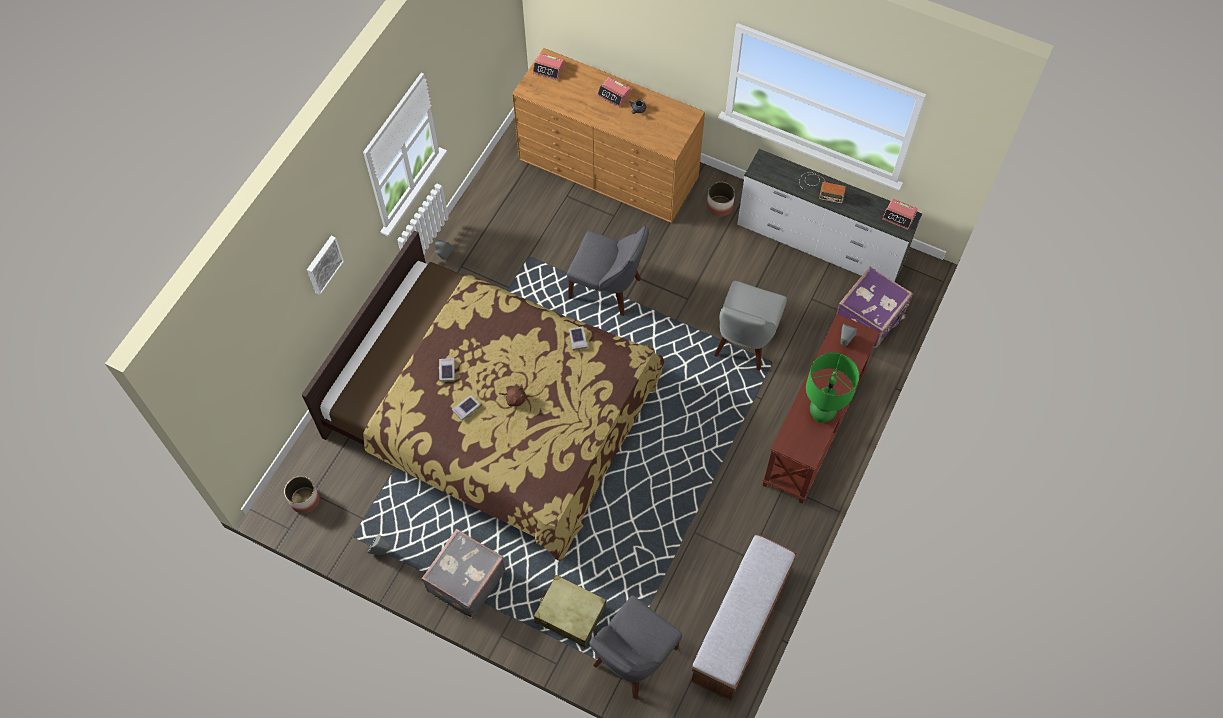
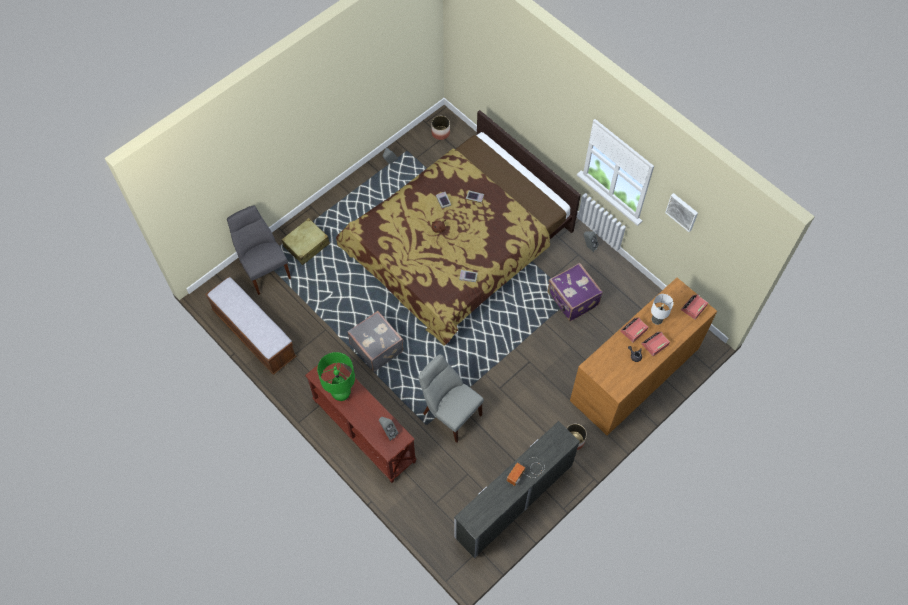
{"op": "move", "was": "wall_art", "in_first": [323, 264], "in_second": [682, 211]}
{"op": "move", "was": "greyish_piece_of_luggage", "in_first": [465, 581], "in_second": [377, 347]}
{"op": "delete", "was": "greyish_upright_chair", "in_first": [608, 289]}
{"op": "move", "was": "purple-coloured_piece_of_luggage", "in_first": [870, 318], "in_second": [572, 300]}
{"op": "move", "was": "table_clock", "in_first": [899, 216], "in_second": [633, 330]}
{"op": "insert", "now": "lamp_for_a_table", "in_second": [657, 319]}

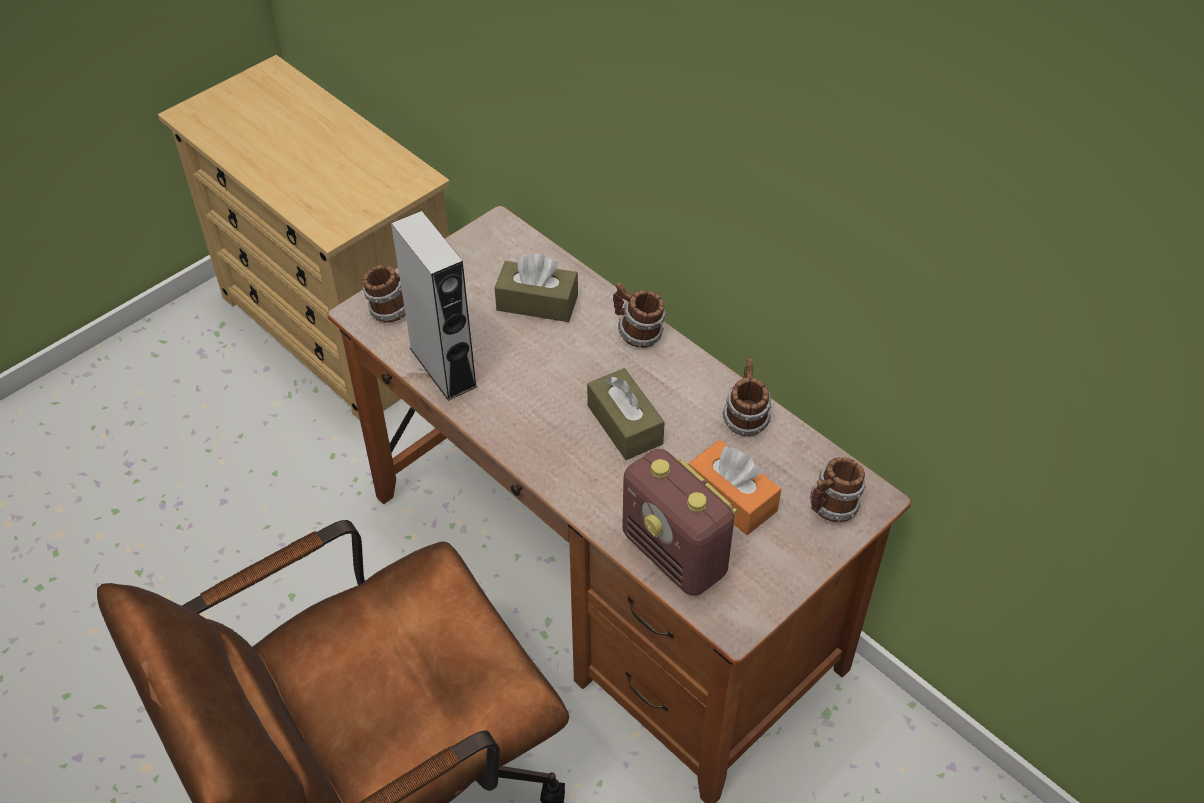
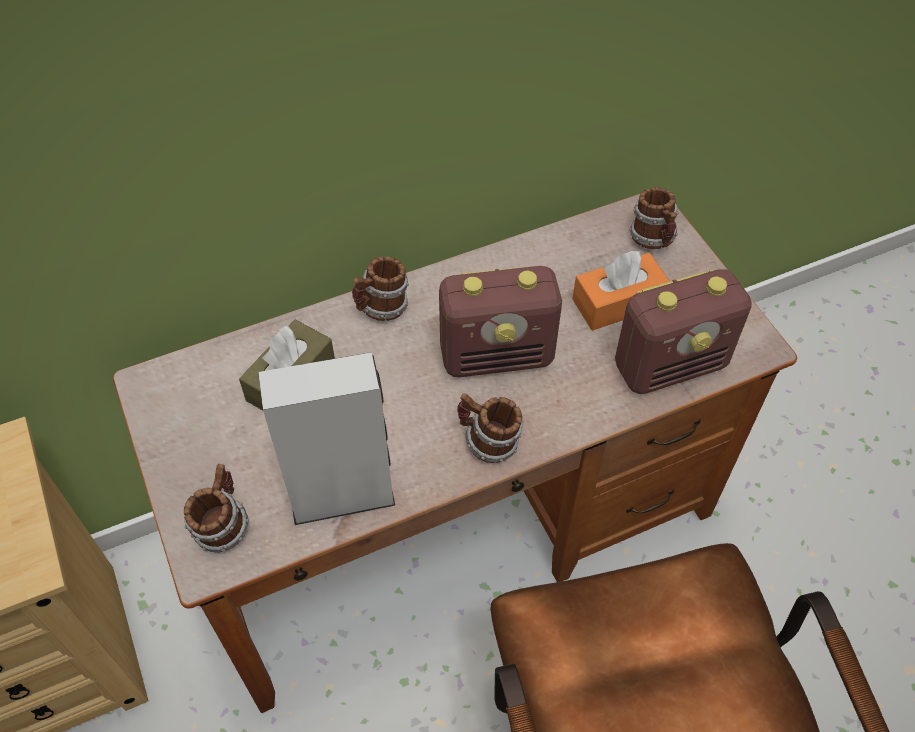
{"op": "replace", "was": "brown_tissue_box", "now": "radio", "in_first": [625, 425], "in_second": [498, 355]}
{"op": "move", "was": "tea_mug", "in_first": [745, 418], "in_second": [488, 443]}

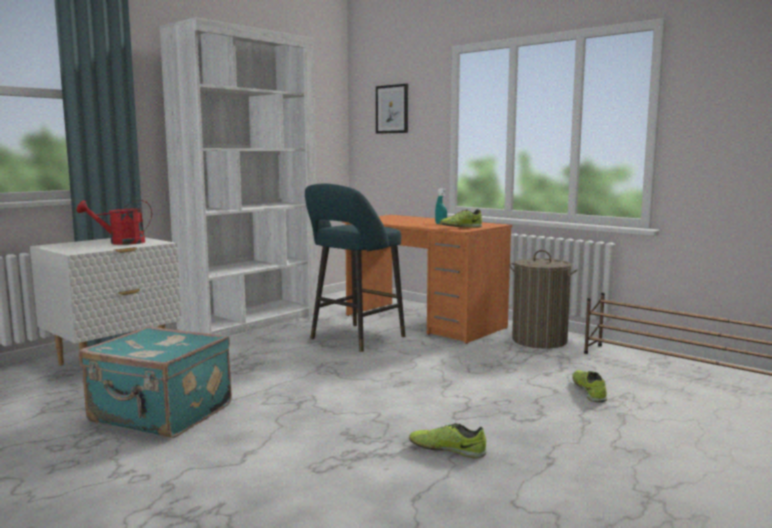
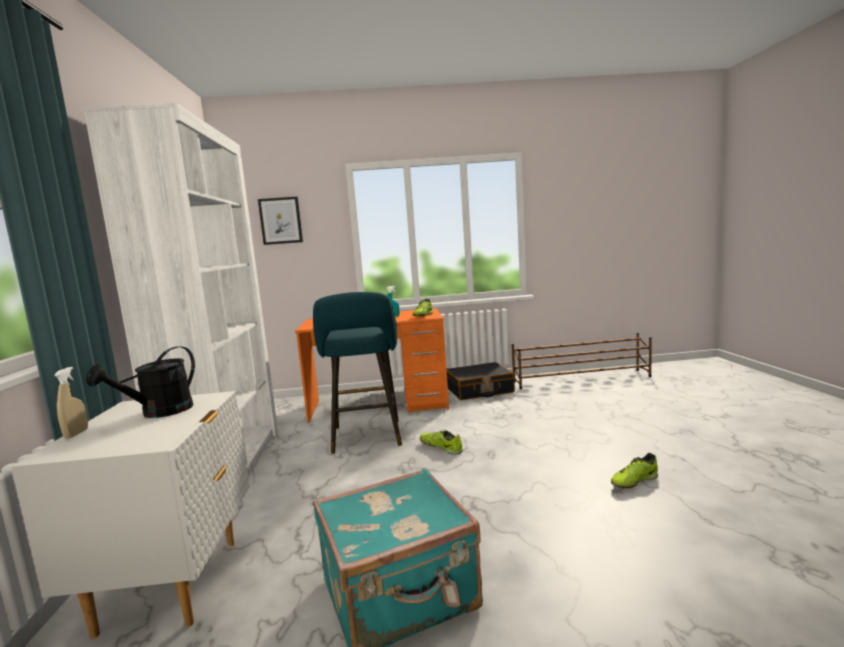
{"op": "recolor", "was": "red-coloured_watering_can", "now": "black_watering_can", "in_first": [120, 242], "in_second": [159, 413]}
{"op": "replace", "was": "laundry_basket", "now": "black_piece_of_luggage", "in_first": [539, 340], "in_second": [479, 390]}
{"op": "move", "was": "item_of_footwear", "in_first": [589, 391], "in_second": [441, 447]}
{"op": "insert", "now": "beige-coloured_sprayer", "in_second": [76, 434]}

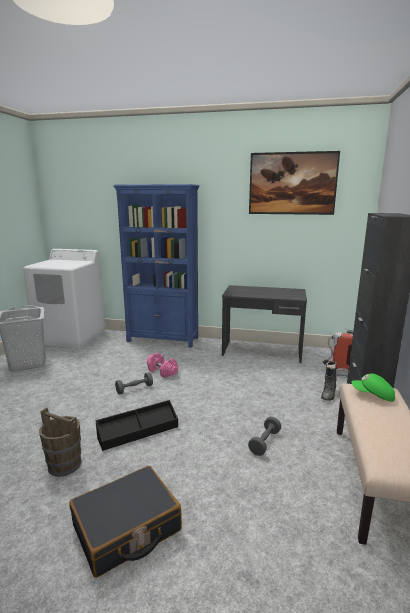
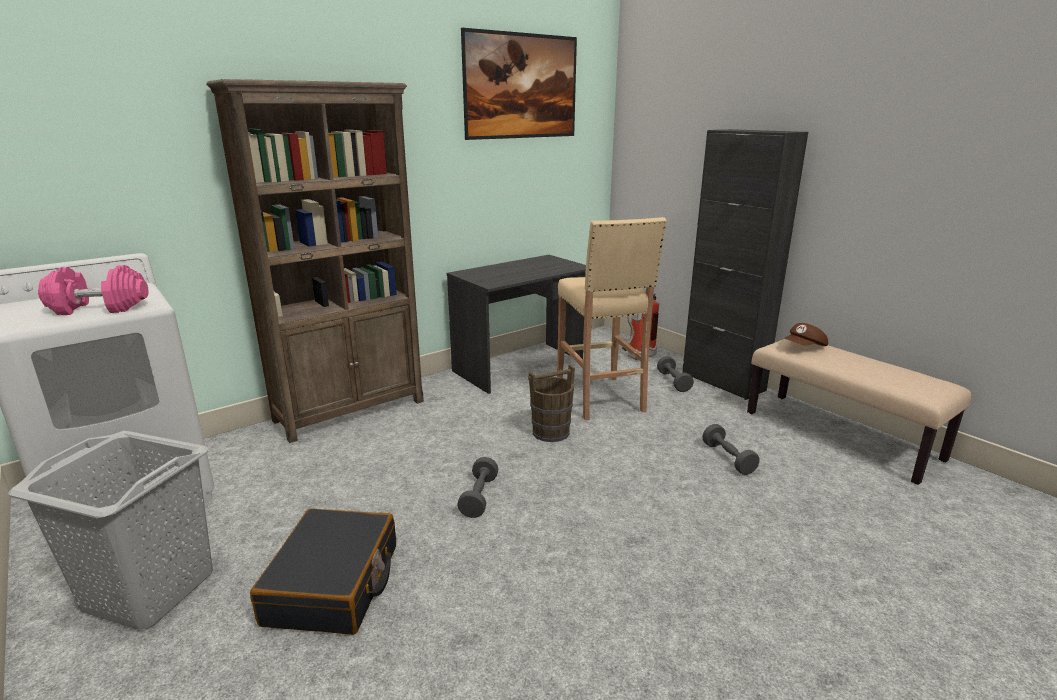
{"op": "move", "was": "brown_bucket", "in_first": [64, 464], "in_second": [550, 432]}
{"op": "move", "was": "black_piece_of_luggage", "in_first": [127, 528], "in_second": [334, 584]}
{"op": "delete", "was": "black_storage_box", "in_first": [138, 431]}
{"op": "recolor", "was": "blue_bookcase", "now": "brown_bookcase", "in_first": [163, 339], "in_second": [351, 410]}
{"op": "move", "was": "pink_free_weight", "in_first": [162, 372], "in_second": [98, 308]}
{"op": "replace", "was": "black_high-top_boot", "now": "greyish_free_weight", "in_first": [328, 394], "in_second": [673, 382]}
{"op": "recolor", "was": "green_cap", "now": "brown_cap", "in_first": [373, 395], "in_second": [805, 347]}
{"op": "insert", "now": "beige-coloured_stool", "in_second": [600, 399]}

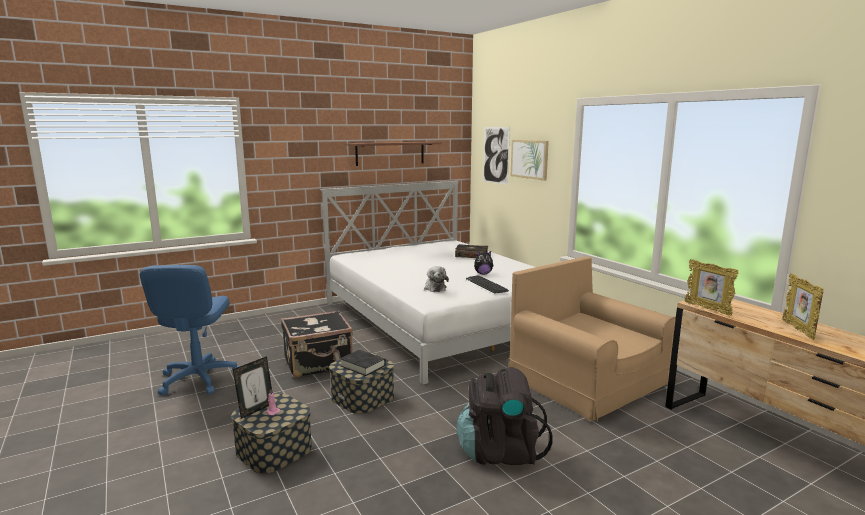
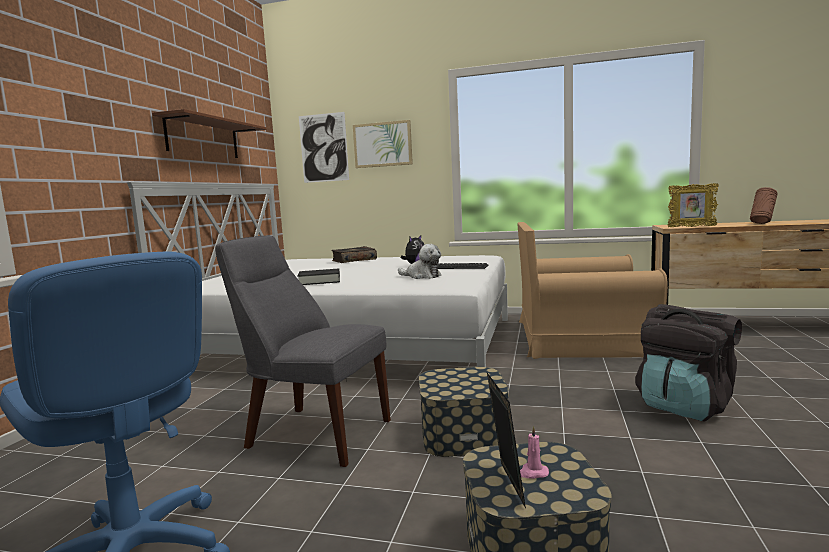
{"op": "replace", "was": "black_piece_of_luggage", "now": "greyish_upright_chair", "in_first": [318, 363], "in_second": [313, 433]}
{"op": "move", "was": "black_volume", "in_first": [363, 366], "in_second": [319, 281]}
{"op": "replace", "was": "photo_frame", "now": "brown_decorative_vase", "in_first": [798, 330], "in_second": [762, 223]}

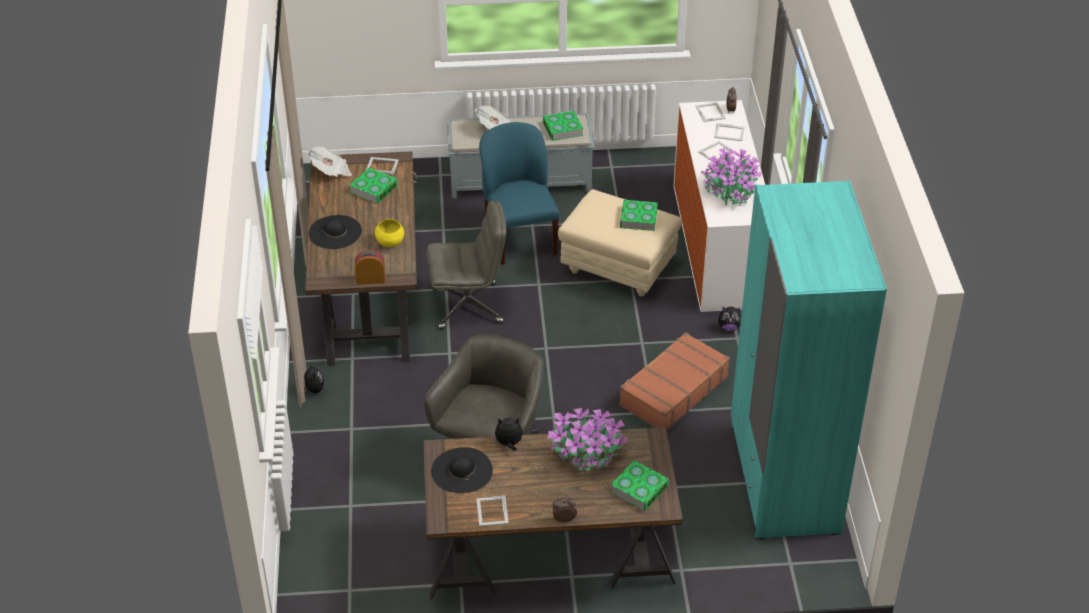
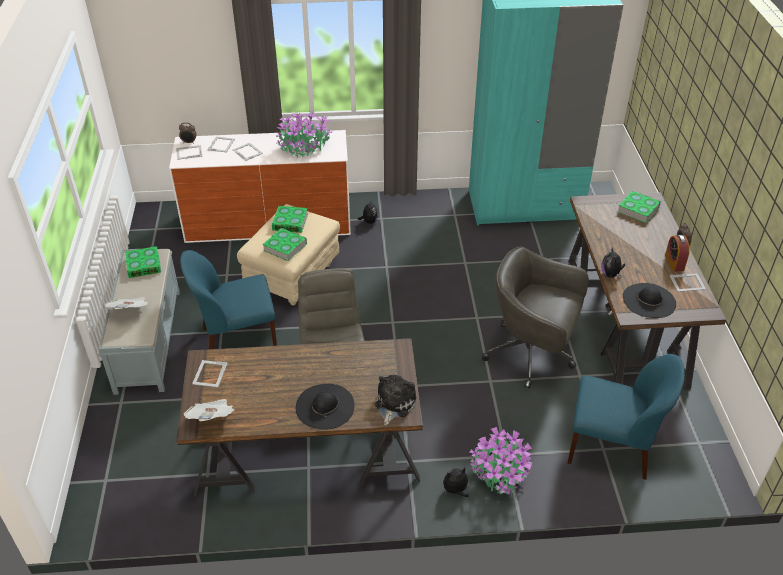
{"op": "move", "was": "volume", "in_first": [374, 189], "in_second": [285, 247]}
{"op": "move", "was": "table_clock", "in_first": [370, 279], "in_second": [674, 262]}
{"op": "delete", "was": "yellow-coloured_bowl", "in_first": [389, 242]}
{"op": "move", "was": "houseplant", "in_first": [587, 454], "in_second": [499, 474]}
{"op": "delete", "was": "brown_piece_of_luggage", "in_first": [673, 391]}
{"op": "insert", "now": "plush_toy", "in_second": [393, 404]}
{"op": "insert", "now": "blue_upright_chair", "in_second": [611, 448]}

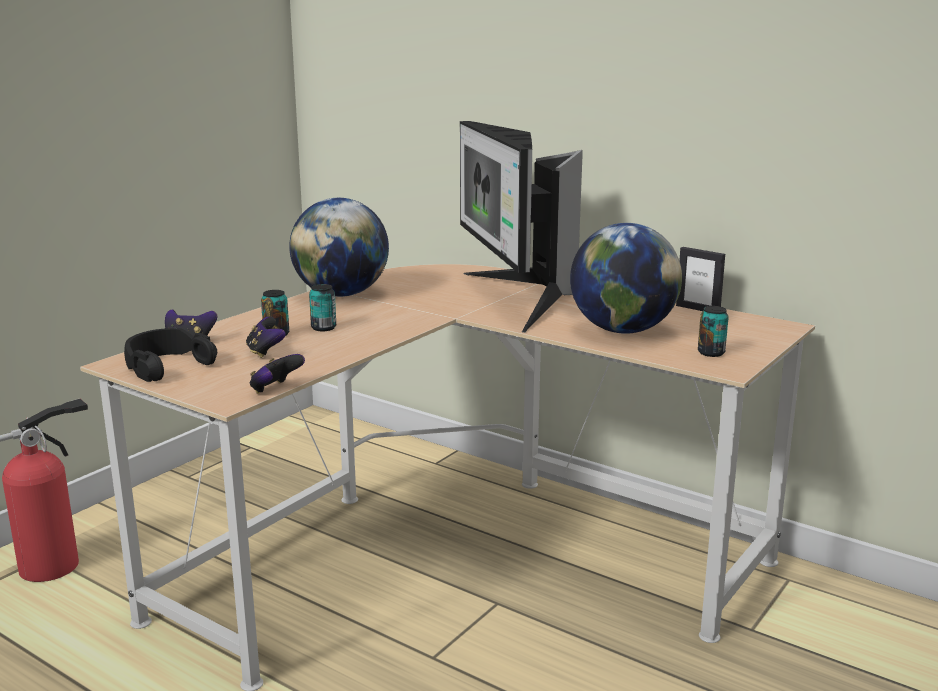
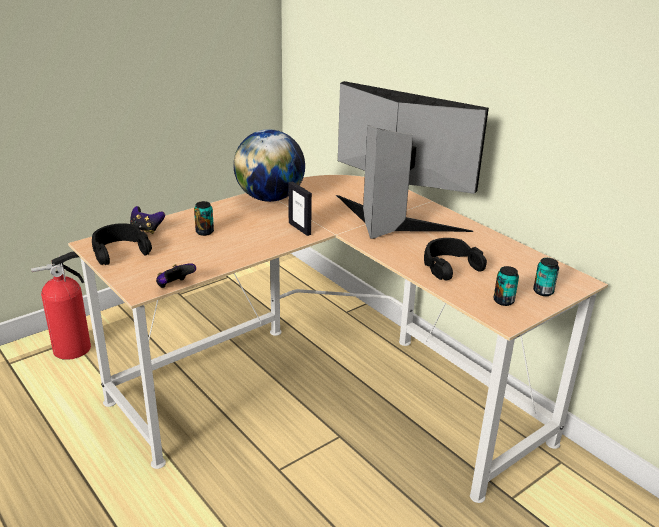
{"op": "delete", "was": "gamepad", "in_first": [265, 352]}
{"op": "move", "was": "sealed_can", "in_first": [323, 328], "in_second": [543, 291]}
{"op": "rotate", "was": "monitor", "in_first": [517, 298], "in_second": [392, 220], "clockwise": 120}
{"op": "replace", "was": "desk_globe", "now": "black_headset", "in_first": [622, 330], "in_second": [450, 266]}
{"op": "move", "was": "photo_frame", "in_first": [698, 309], "in_second": [300, 228]}

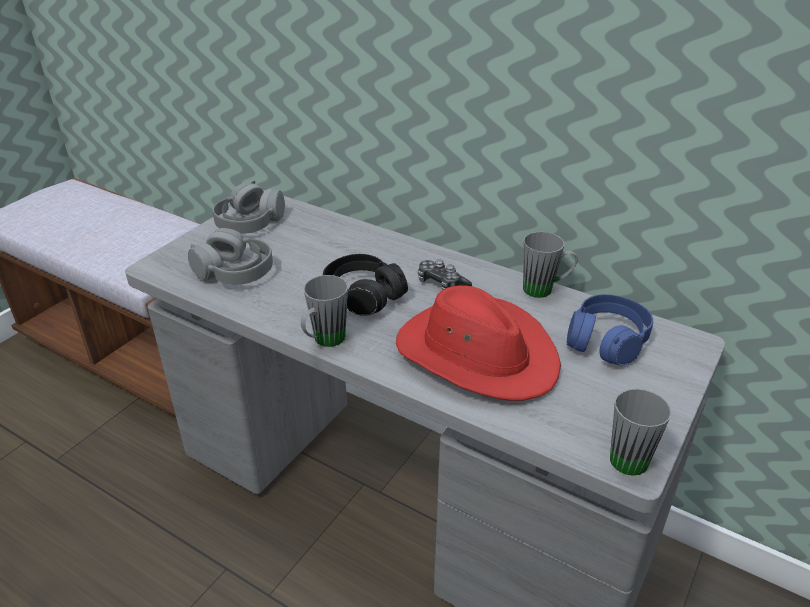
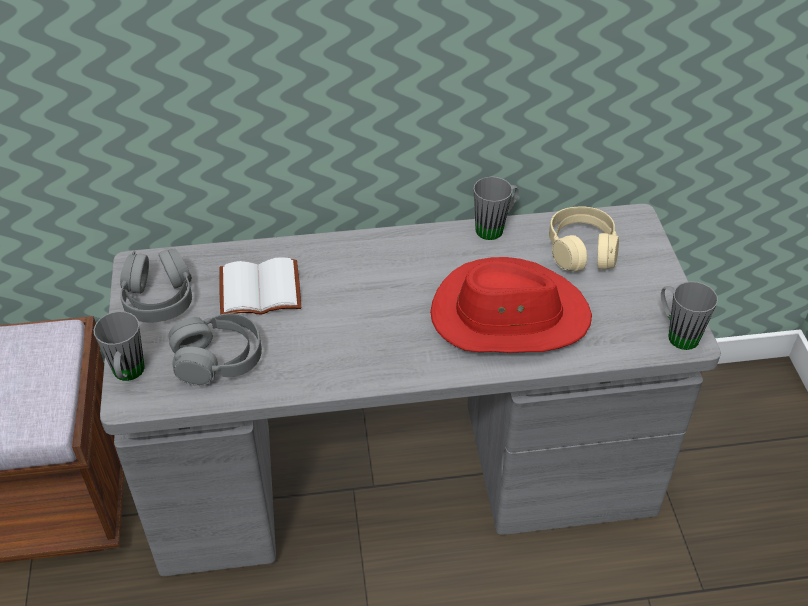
{"op": "move", "was": "greyish_tea_mug", "in_first": [324, 342], "in_second": [128, 376]}
{"op": "delete", "was": "black_headset", "in_first": [363, 295]}
{"op": "delete", "was": "gamepad", "in_first": [441, 284]}
{"op": "recolor", "was": "blue_headset", "now": "beige-coloured_headset", "in_first": [606, 341], "in_second": [581, 250]}
{"op": "insert", "now": "white-coloured_volume", "in_second": [261, 288]}

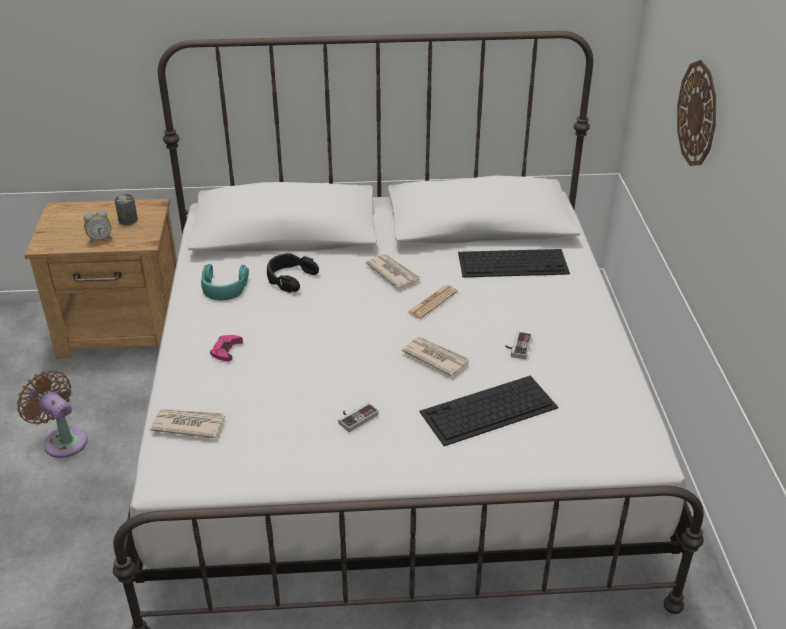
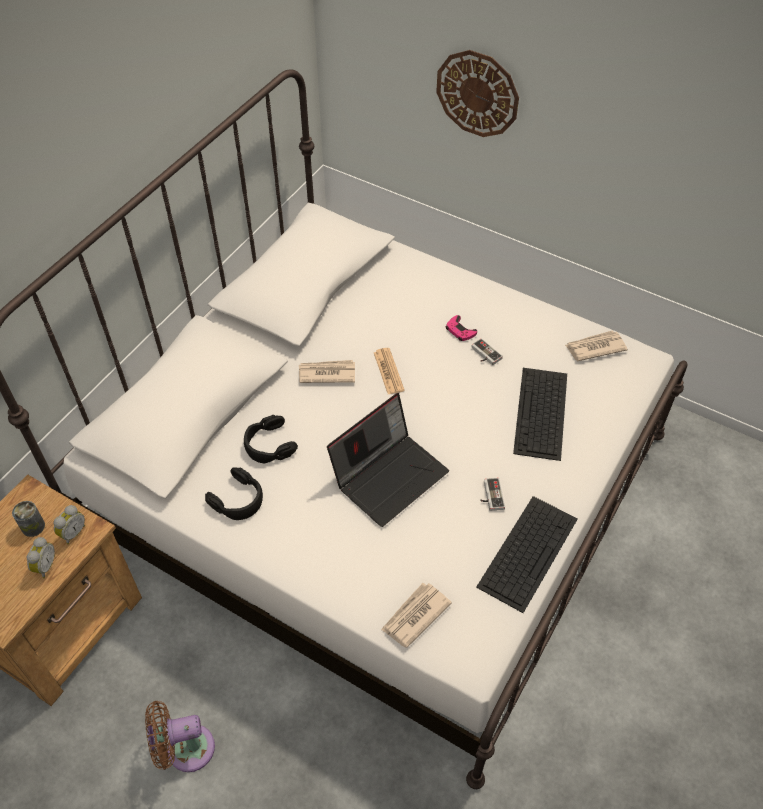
{"op": "recolor", "was": "turquoise_headset", "now": "black_headset", "in_first": [224, 287], "in_second": [238, 499]}
{"op": "move", "was": "pink_gamepad", "in_first": [226, 350], "in_second": [460, 331]}
{"op": "move", "was": "newspaper", "in_first": [435, 357], "in_second": [594, 347]}
{"op": "move", "was": "PC_keyboard", "in_first": [514, 263], "in_second": [528, 551]}
{"op": "insert", "now": "table_clock", "in_second": [72, 532]}
{"op": "insert", "now": "notebook_computer", "in_second": [389, 475]}

